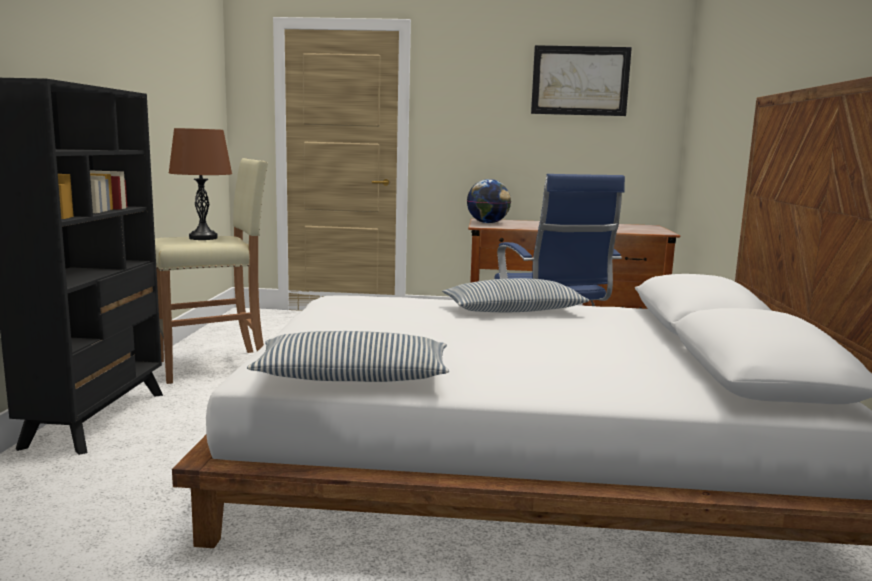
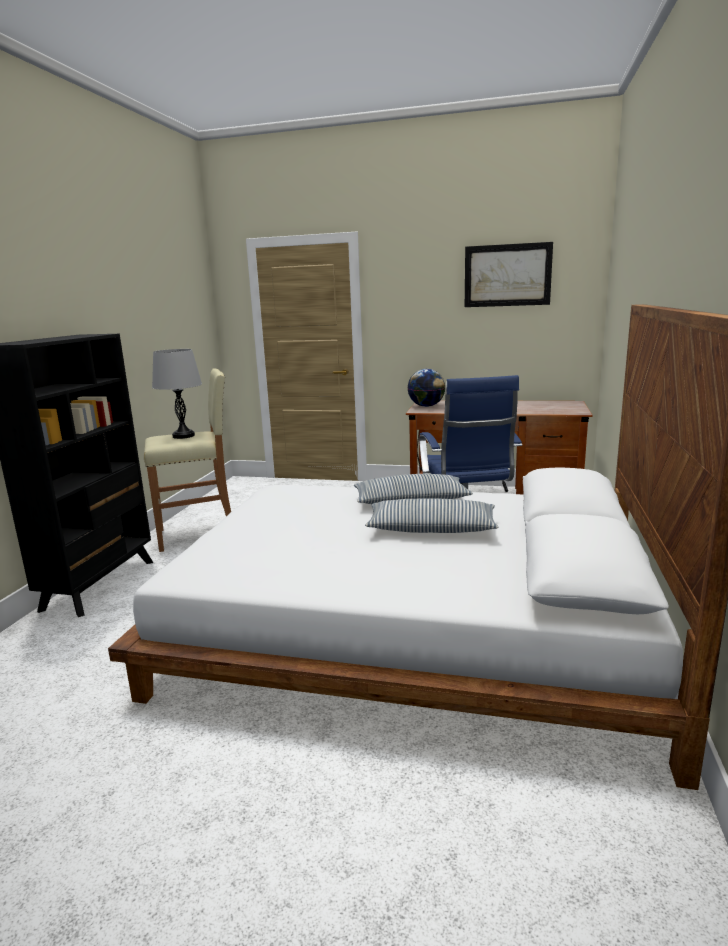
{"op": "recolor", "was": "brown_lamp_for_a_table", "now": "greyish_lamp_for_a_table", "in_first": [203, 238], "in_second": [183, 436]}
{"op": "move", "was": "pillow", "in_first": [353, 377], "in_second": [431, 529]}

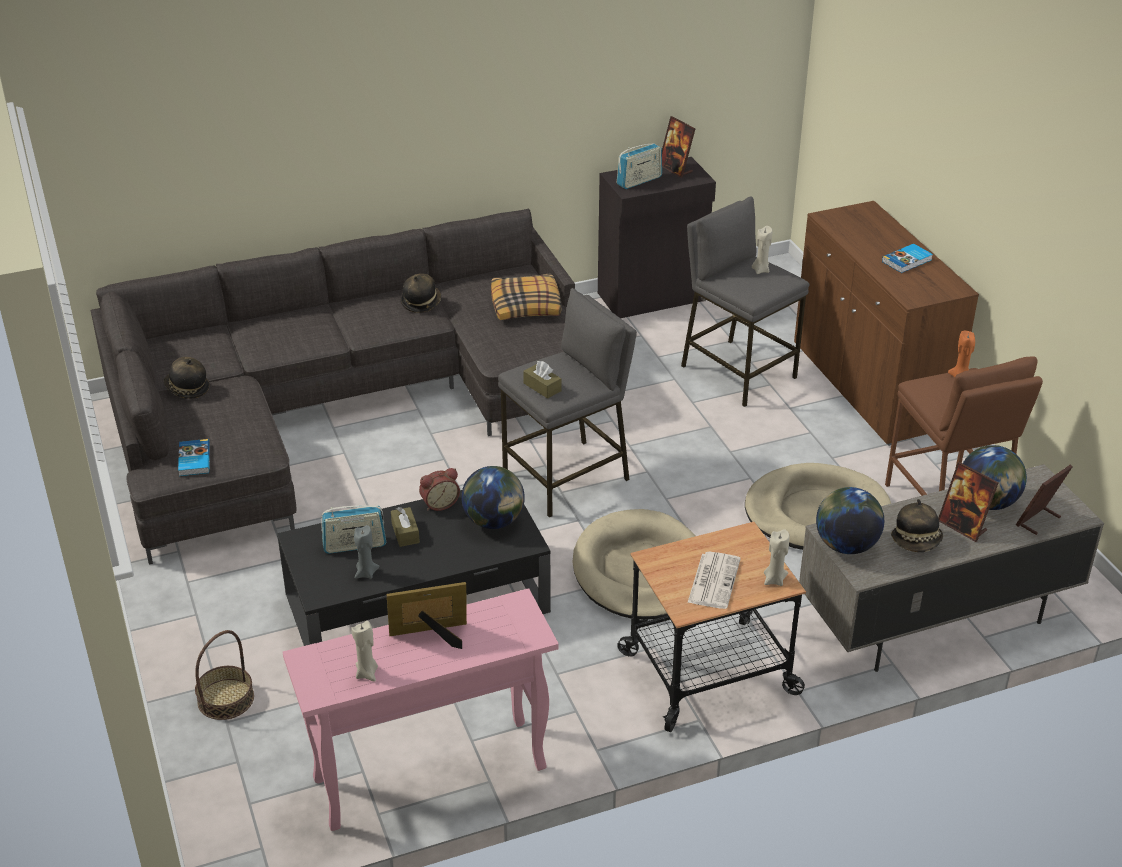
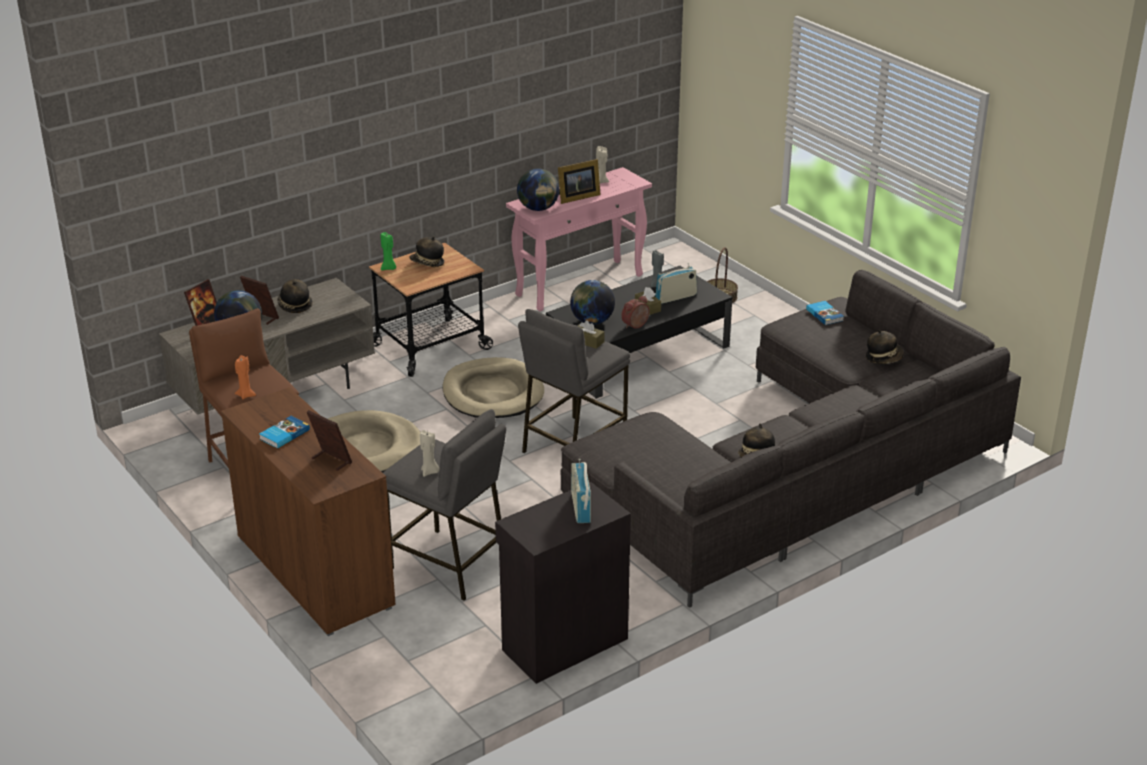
{"op": "delete", "was": "pillow", "in_first": [526, 306]}
{"op": "rotate", "was": "radio", "in_first": [639, 181], "in_second": [581, 508], "clockwise": -45}
{"op": "move", "was": "photo_frame", "in_first": [675, 169], "in_second": [331, 460]}
{"op": "replace", "was": "newspaper", "now": "clothing_hat", "in_first": [713, 580], "in_second": [427, 263]}
{"op": "recolor", "was": "beige-coloured_wax_light", "now": "green_wax_light", "in_first": [774, 580], "in_second": [389, 268]}
{"op": "move", "was": "desk_globe", "in_first": [846, 545], "in_second": [538, 208]}

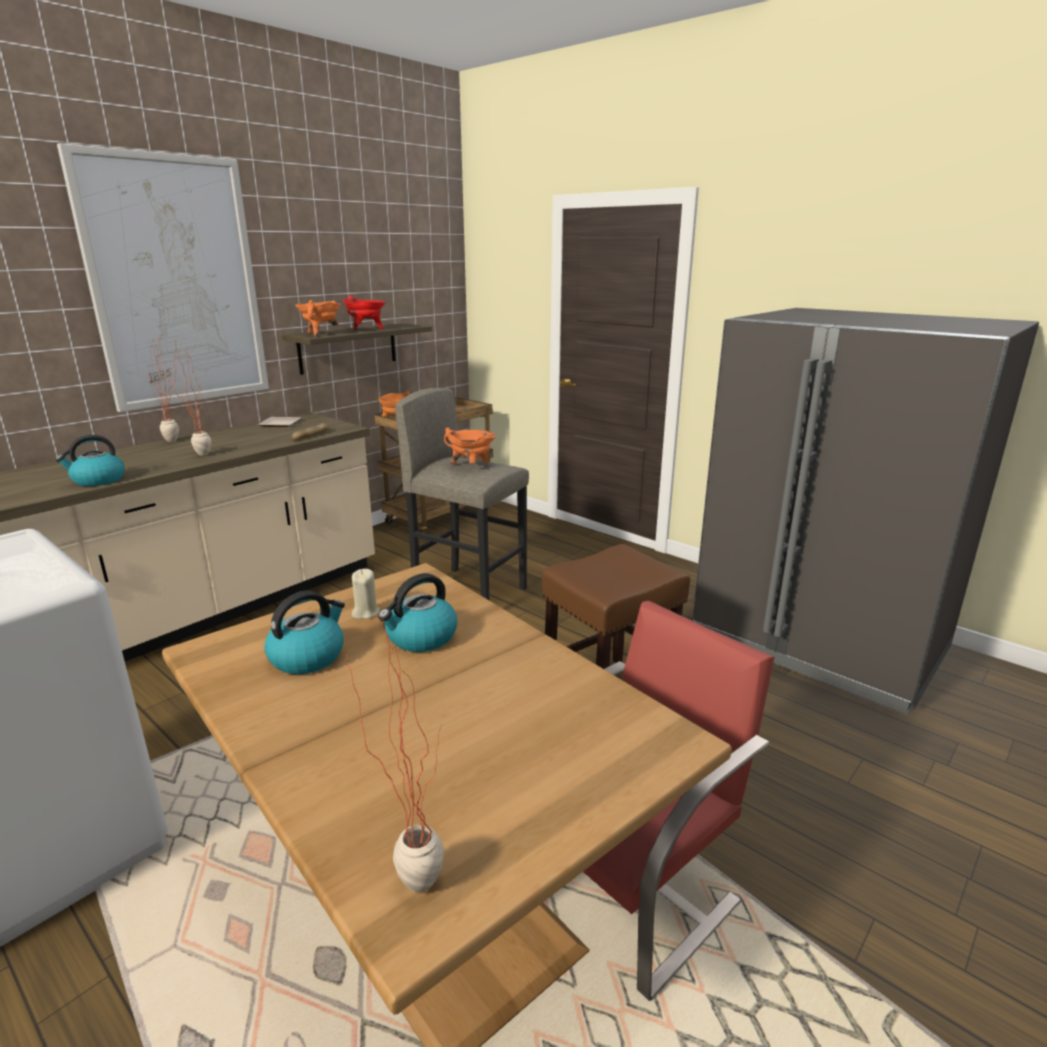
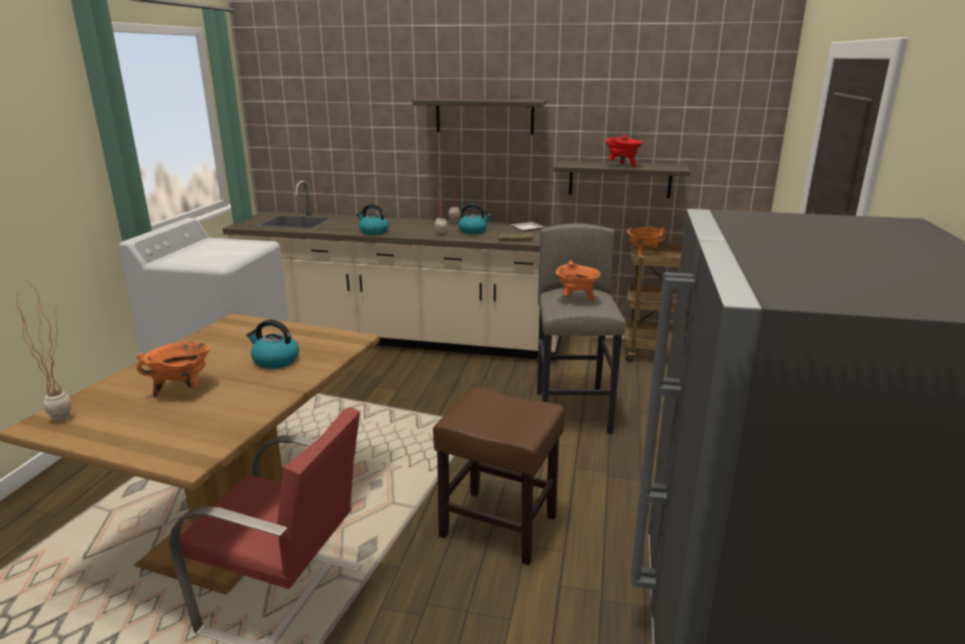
{"op": "replace", "was": "wall_art", "now": "bracket_shelf", "in_first": [176, 283], "in_second": [484, 116]}
{"op": "move", "was": "water_kettle", "in_first": [308, 656], "in_second": [473, 231]}
{"op": "move", "was": "orange-coloured_stockpot", "in_first": [320, 334], "in_second": [183, 390]}
{"op": "delete", "was": "beige-coloured_wax_light", "in_first": [365, 612]}

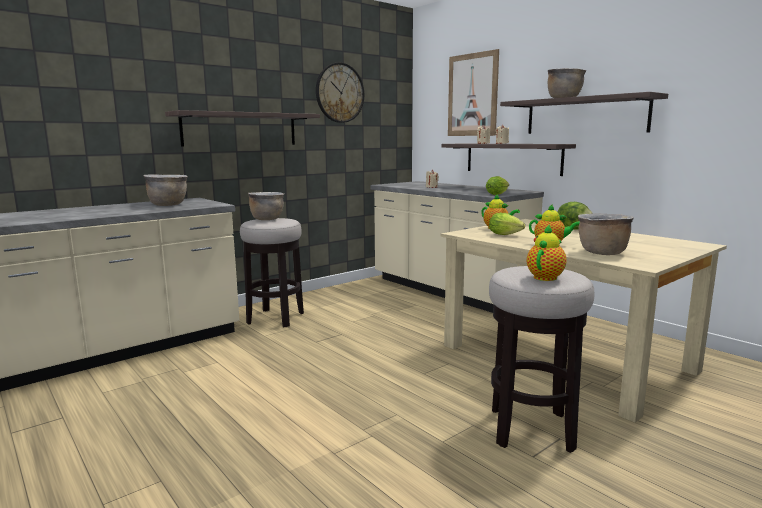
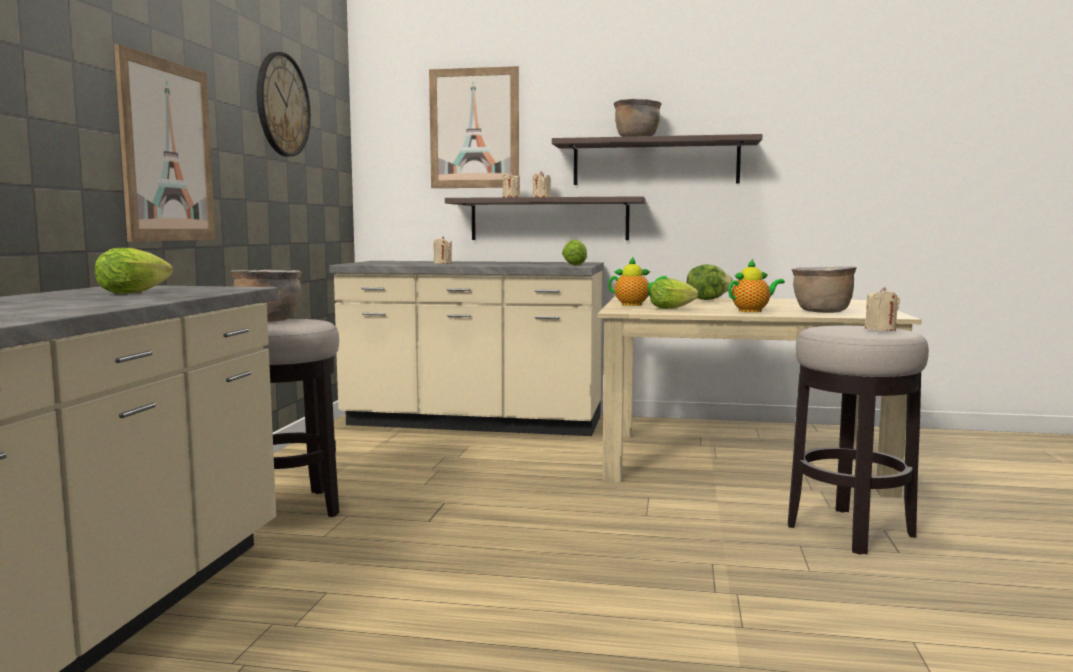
{"op": "replace", "was": "brown_stockpot", "now": "head_of_lettuce", "in_first": [168, 205], "in_second": [137, 292]}
{"op": "replace", "was": "bracket_shelf", "now": "wall_art", "in_first": [240, 129], "in_second": [167, 151]}
{"op": "replace", "was": "pot_for_tea", "now": "beige-coloured_wax_light", "in_first": [546, 277], "in_second": [880, 329]}

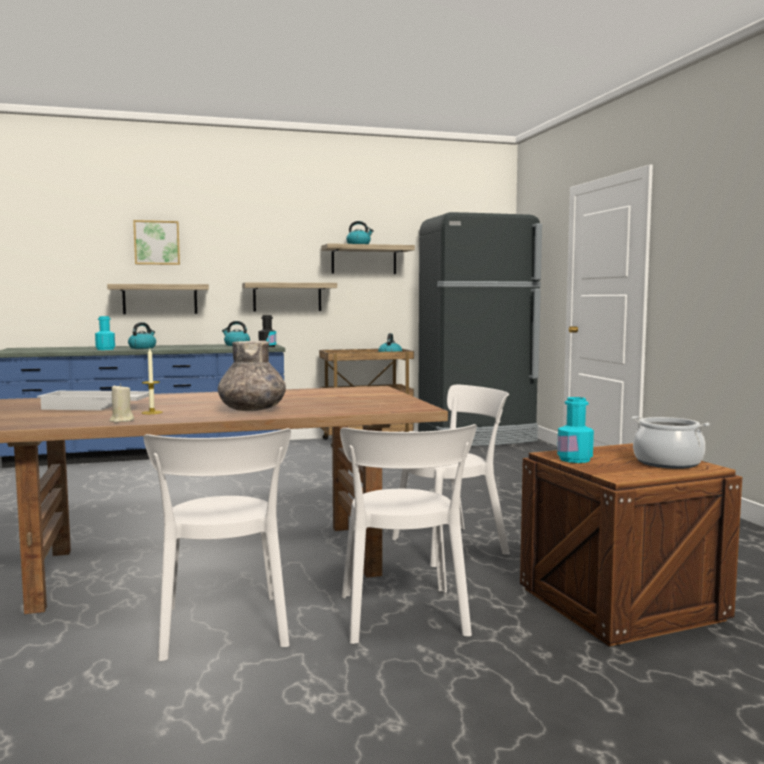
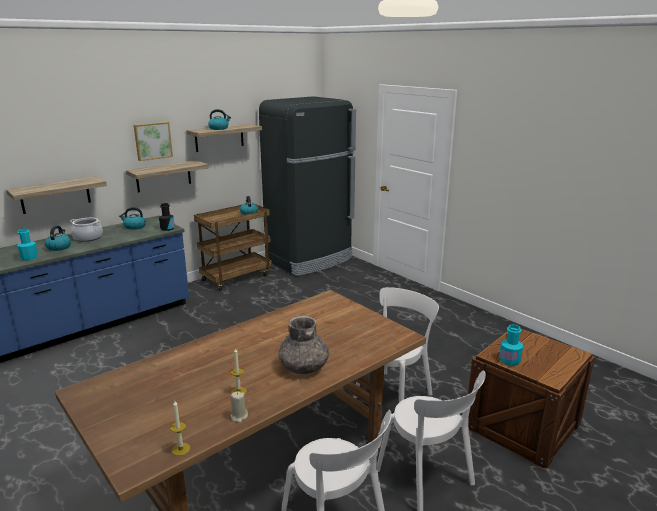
{"op": "delete", "was": "white-coloured_carrying_tray", "in_first": [95, 407]}
{"op": "move", "was": "wall_art", "in_first": [157, 242], "in_second": [152, 141]}
{"op": "move", "was": "stockpot", "in_first": [667, 463], "in_second": [88, 238]}
{"op": "insert", "now": "wax_light", "in_second": [181, 449]}

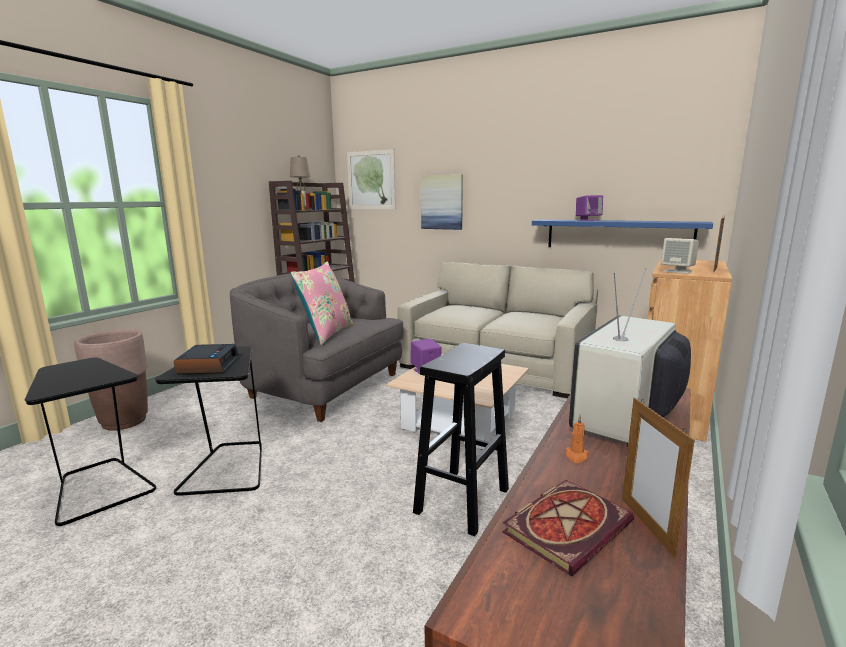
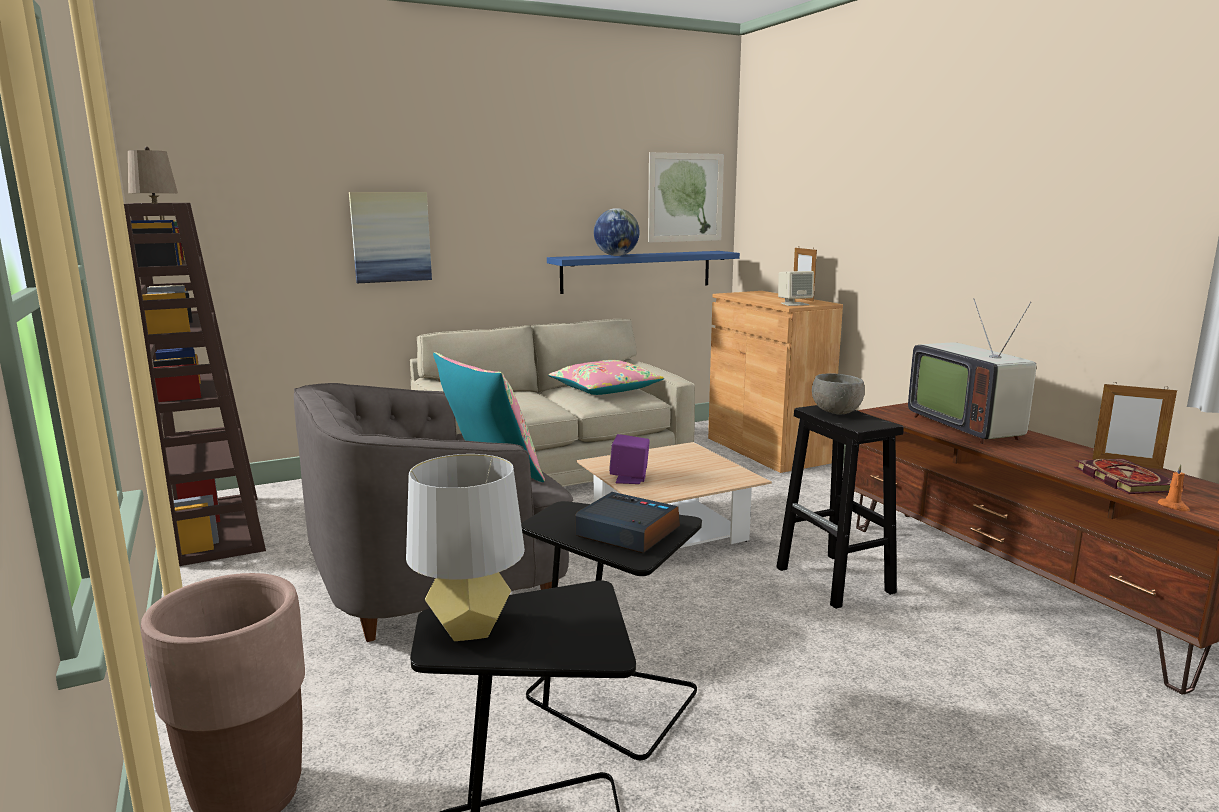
{"op": "move", "was": "wall_art", "in_first": [371, 180], "in_second": [685, 197]}
{"op": "move", "was": "orange-coloured_wax_light", "in_first": [576, 456], "in_second": [1174, 506]}
{"op": "replace", "was": "purple-coloured_audio_speaker", "now": "desk_globe", "in_first": [587, 220], "in_second": [616, 255]}
{"op": "insert", "now": "greyish_lamp_for_a_table", "in_second": [470, 628]}
{"op": "insert", "now": "pink_pillow", "in_second": [605, 389]}
{"op": "insert", "now": "greyish_bowl", "in_second": [837, 412]}

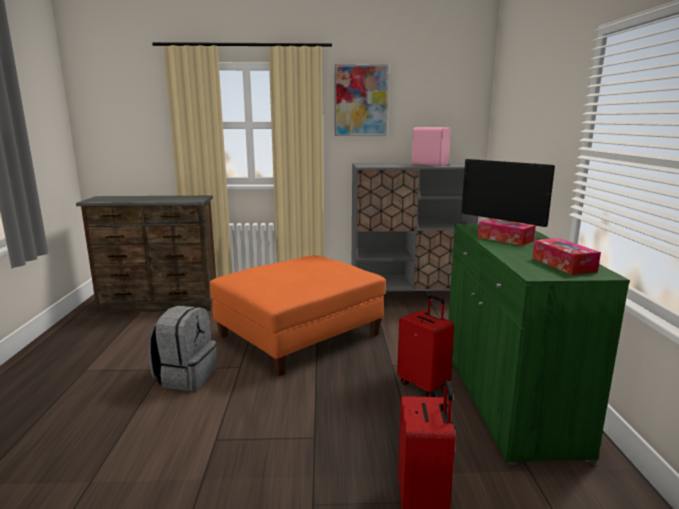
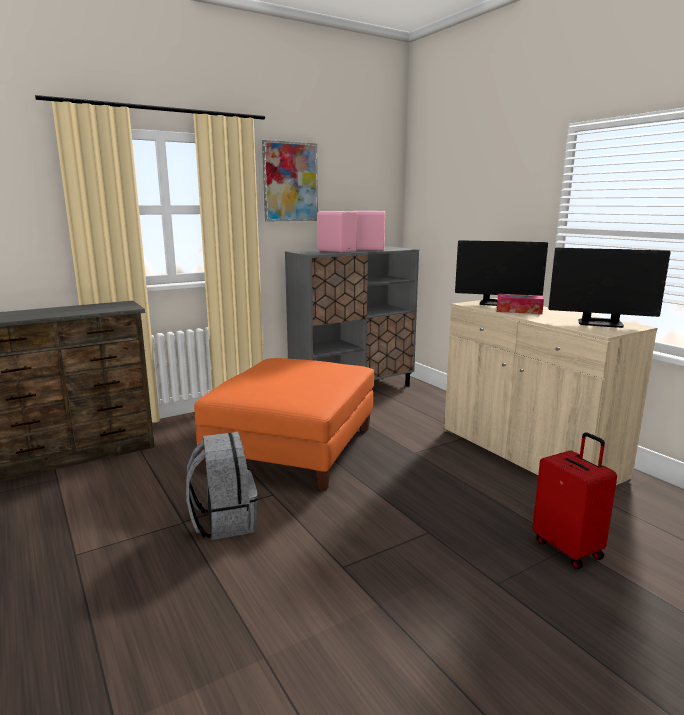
{"op": "delete", "was": "red-coloured_piece_of_luggage", "in_first": [424, 385]}
{"op": "recolor", "was": "green_storage_cabinet", "now": "beige-coloured_storage_cabinet", "in_first": [506, 397], "in_second": [528, 454]}
{"op": "replace", "was": "tissue_box", "now": "monitor", "in_first": [563, 264], "in_second": [600, 323]}
{"op": "insert", "now": "pink_audio_speaker", "in_second": [337, 251]}

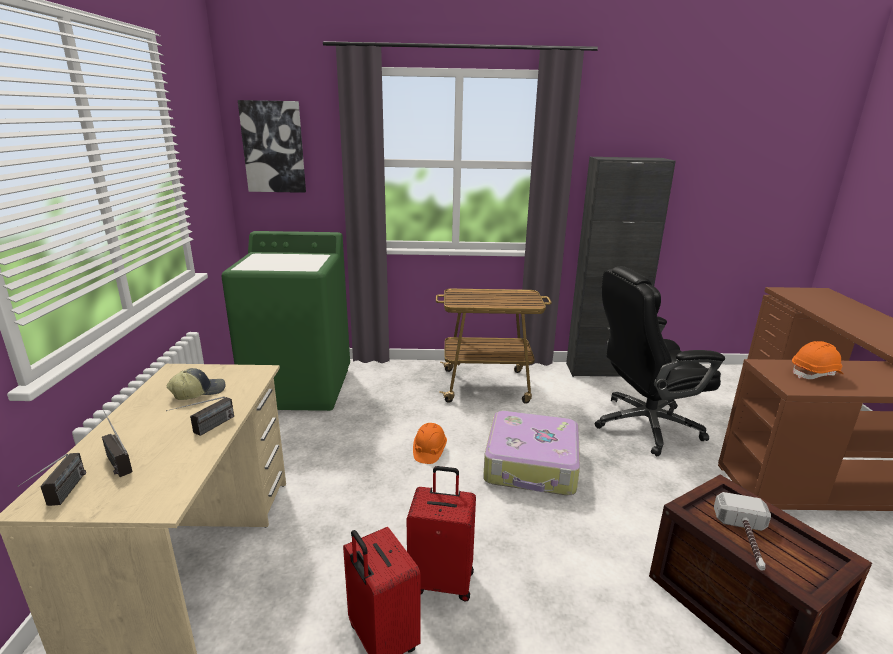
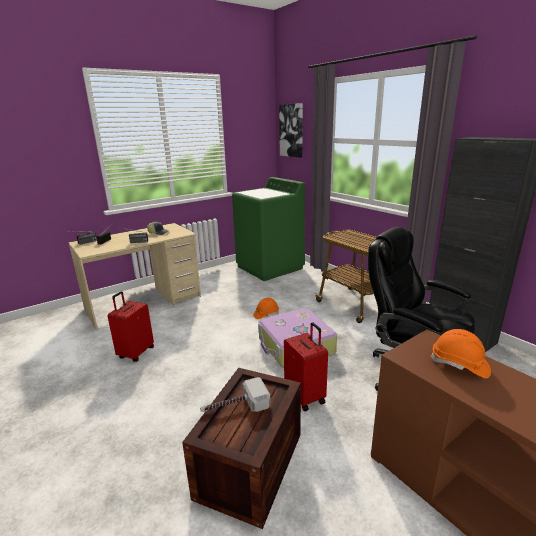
{"op": "move", "was": "red-coloured_piece_of_luggage", "in_first": [442, 580], "in_second": [306, 396]}

